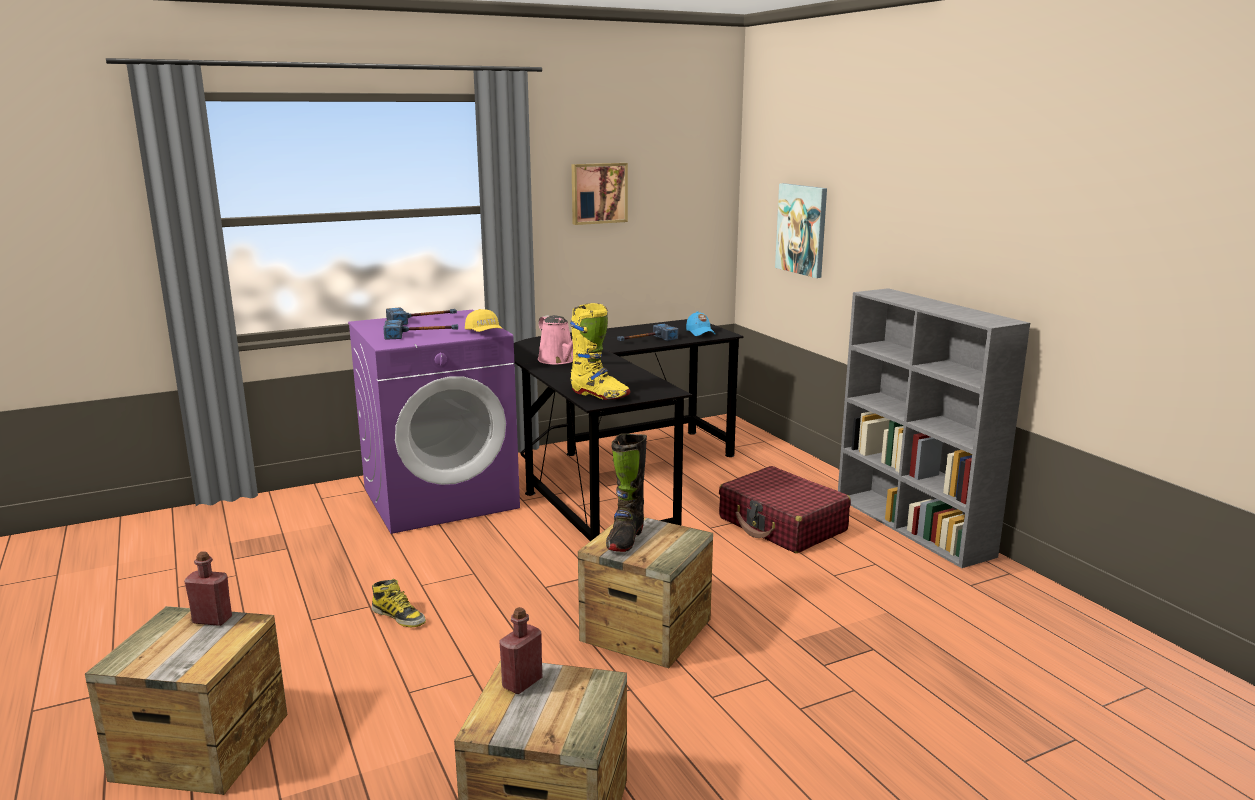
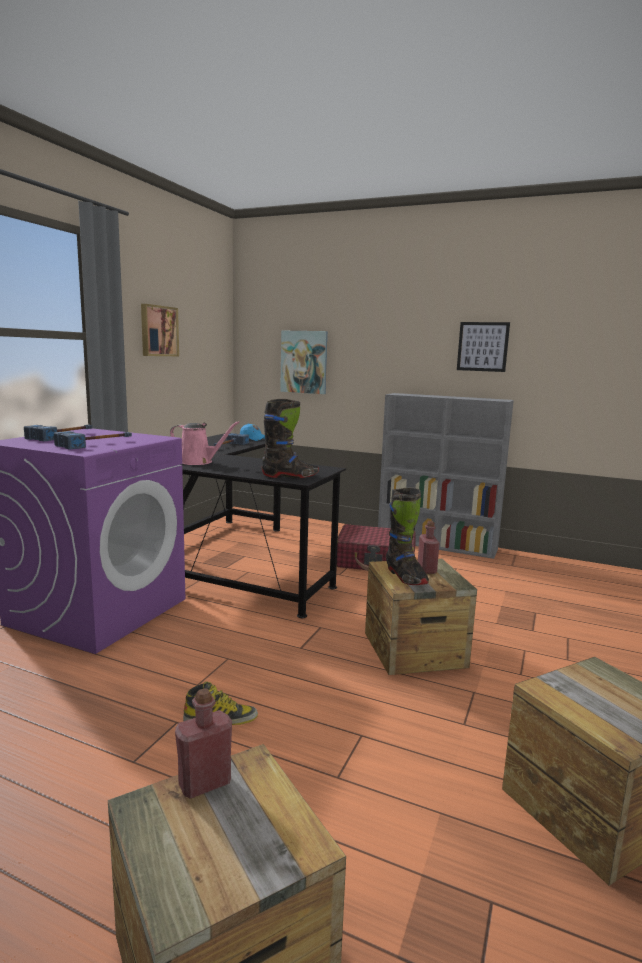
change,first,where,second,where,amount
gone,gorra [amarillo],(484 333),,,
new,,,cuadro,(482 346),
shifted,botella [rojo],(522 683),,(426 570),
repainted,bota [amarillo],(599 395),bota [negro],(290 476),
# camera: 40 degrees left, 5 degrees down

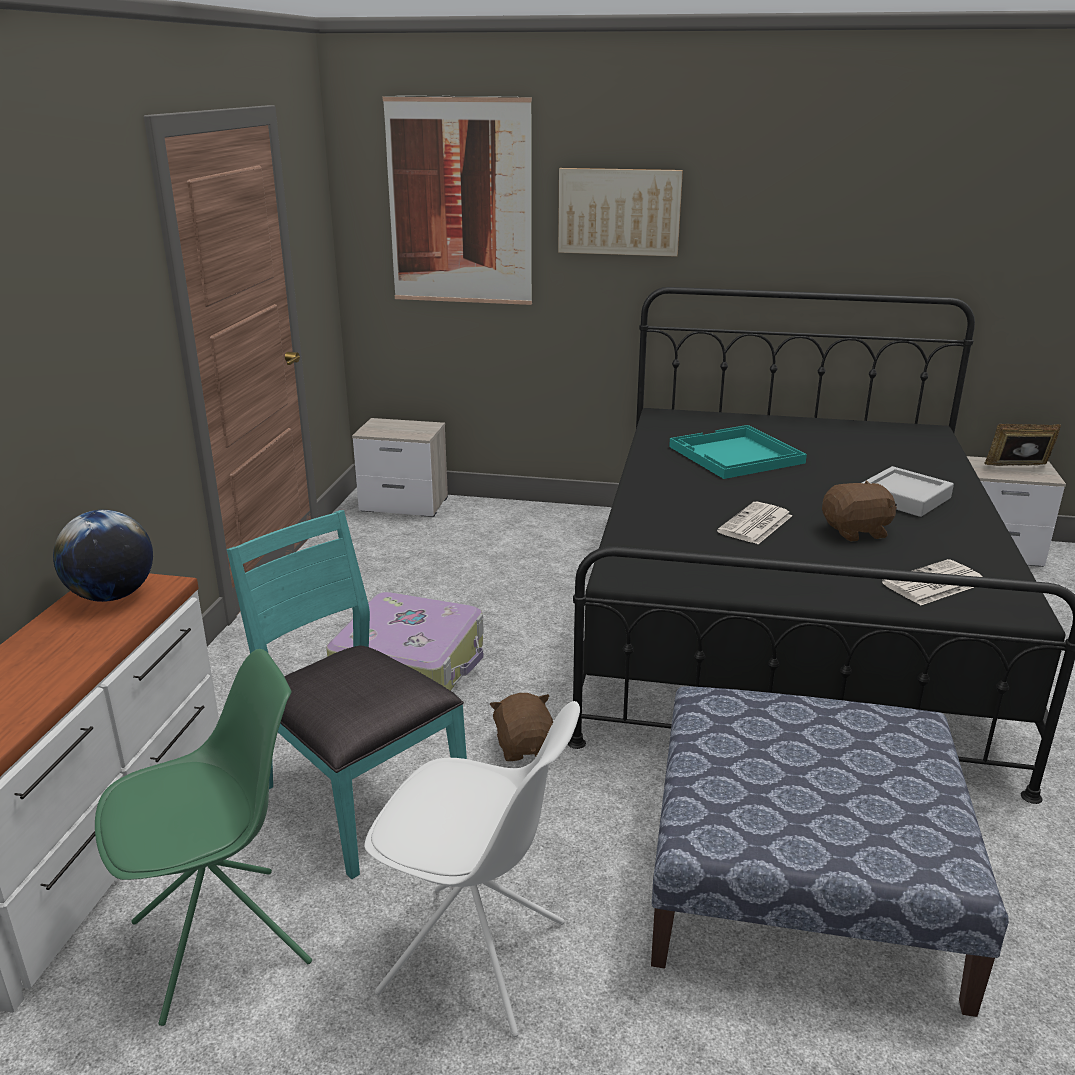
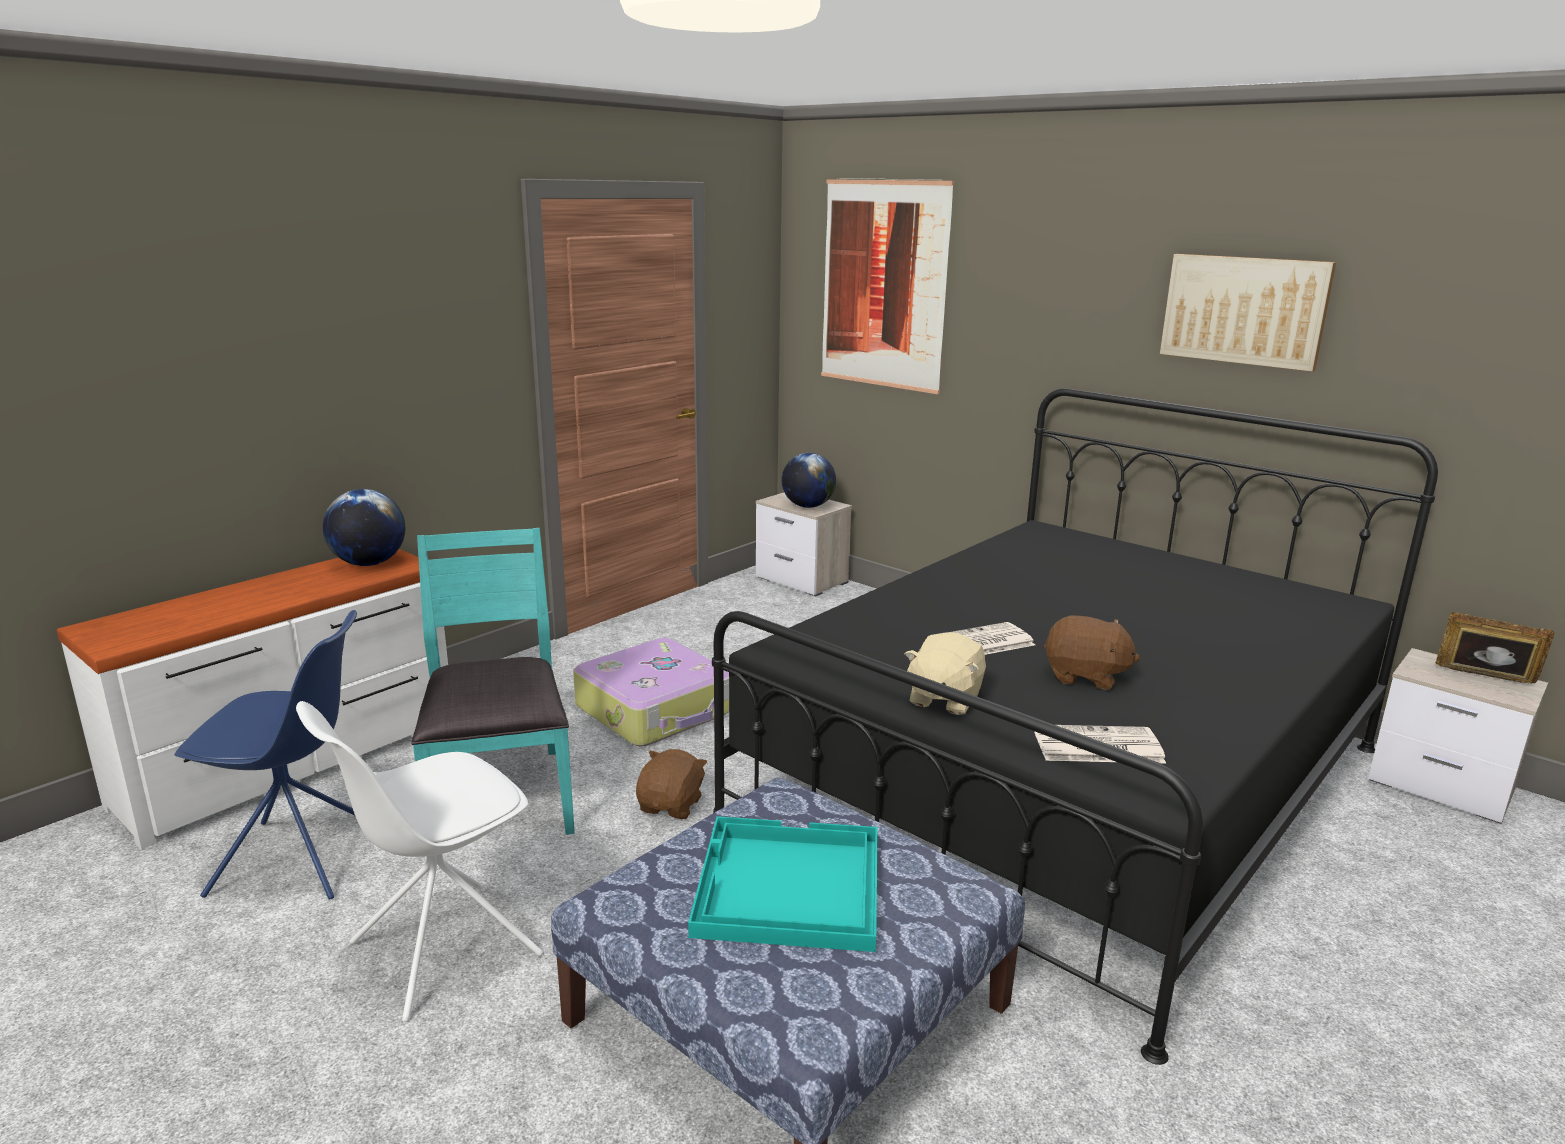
change,first,where,second,where,amount
gone,bandeja [gris],(904 498),,,
new,,,globo terráqueo,(808 506),
new,,,peluche [beis],(943 699),
shifted,cuadro,(619 211),,(1244 310),
shifted,bandeja [turquesa],(735 455),,(787 886),
repainted,silla [verde],(224 941),silla [azul],(299 860),
rotated,silla [blanco],(477 959),,(441 951),90 degrees clockwise
# camera: 30 degrees right, 5 degrees down

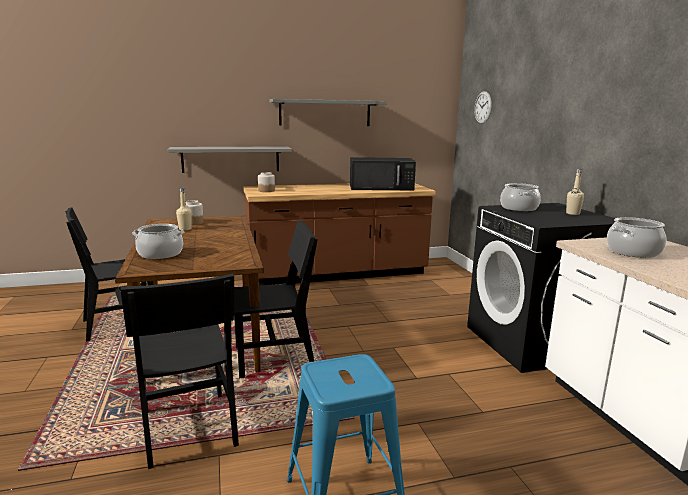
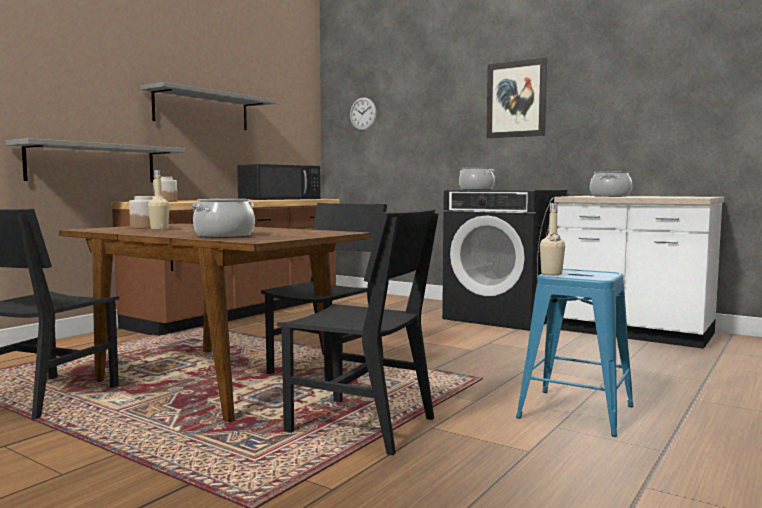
change,first,where,second,where,amount
new,,,cuadro,(516 99),
shifted,botella [beis],(572 213),,(551 274),
# camera: 40 degrees left, 10 degrees down

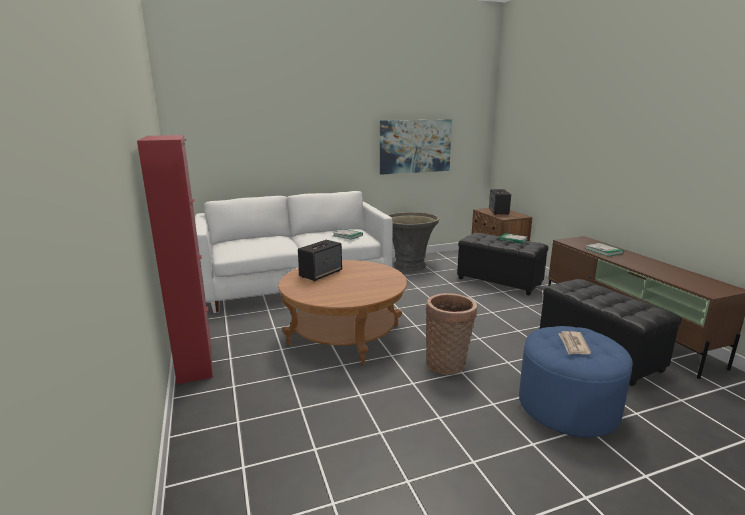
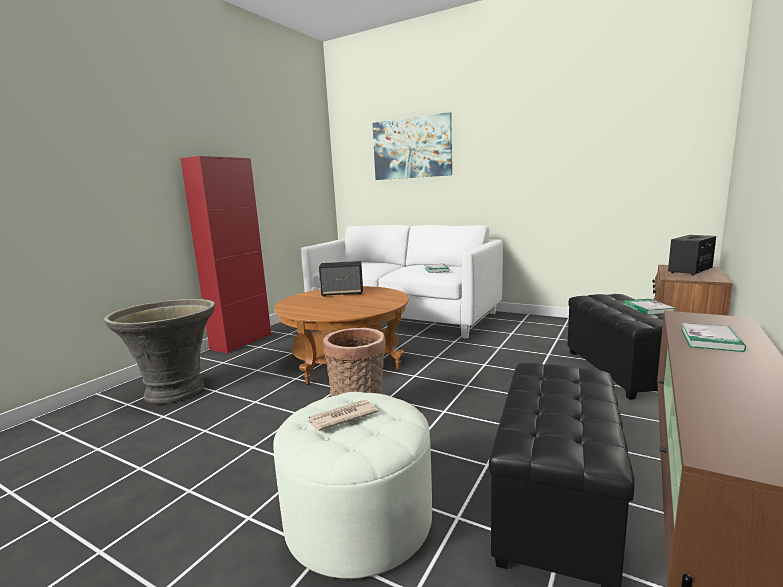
change,first,where,second,where,amount
shifted,cuadro,(415 146),,(412 148),
shifted,maceta [gris],(409 265),,(176 390),
repainted,puf [azul],(567 407),puf [blanco],(359 519),
# camera: 50 degrees right, 5 degrees down

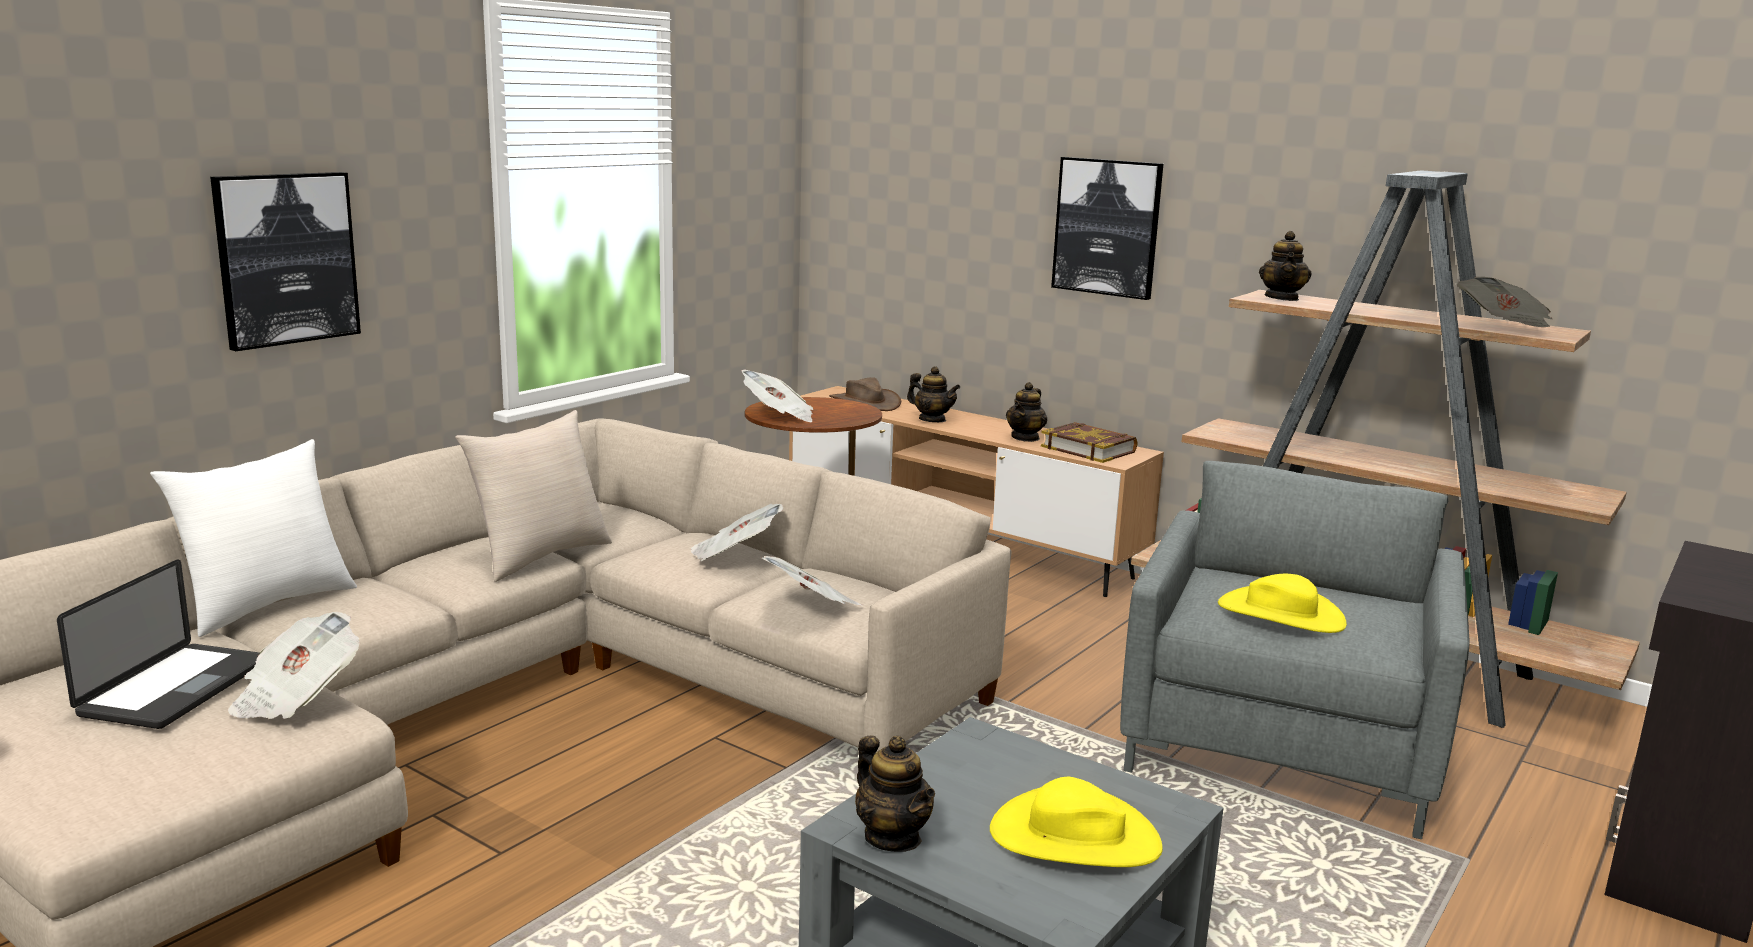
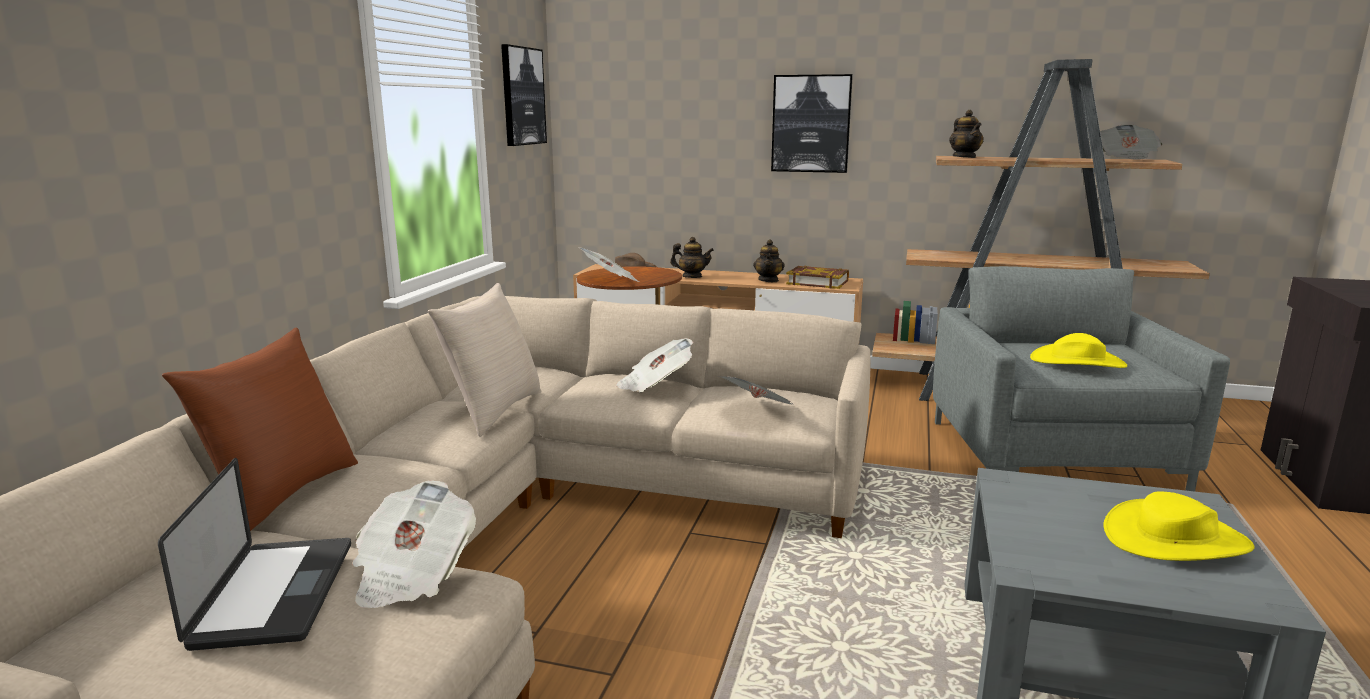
change,first,where,second,where,amount
gone,tetera,(893 837),,,
shifted,cuadro,(286 258),,(522 96),
repainted,cojín [blanco],(266 605),cojín [marrón],(282 494),
# camera: 20 degrees left, 0 degrees up

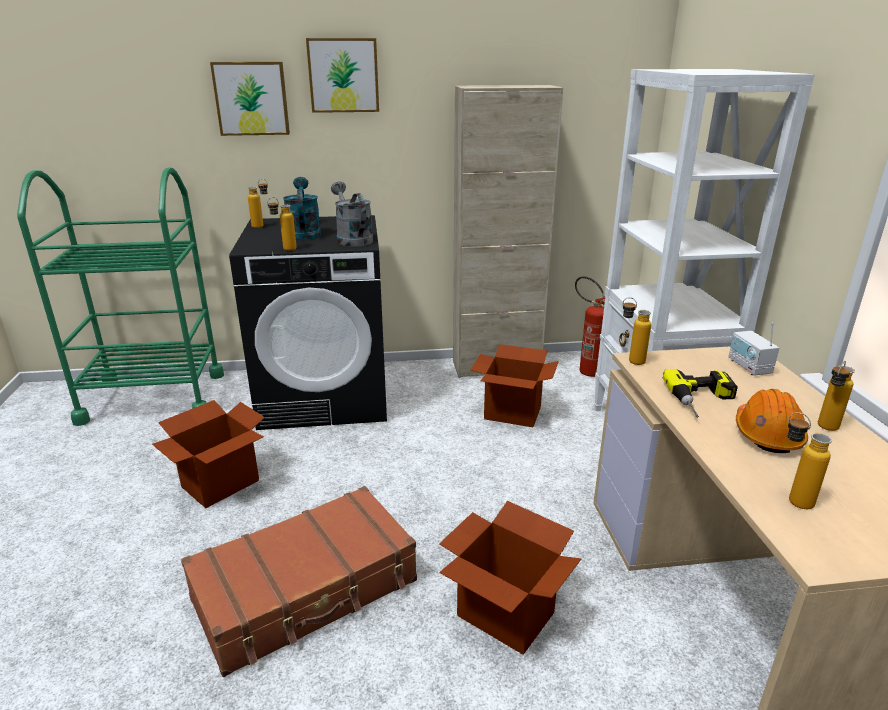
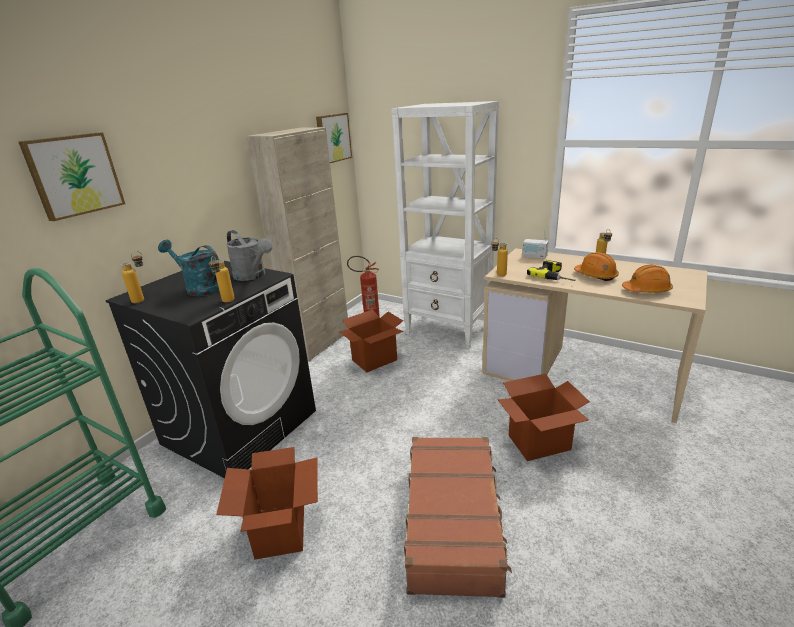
change,first,where,second,where,amount
shifted,cuadro,(343 75),,(332 138),
swapped,botella,(790 498),casco [naranja],(646 290),
rotated,regadera [gris],(352 239),,(253 276),150 degrees counterclockwise
# camera: 50 degrees left, 0 degrees up

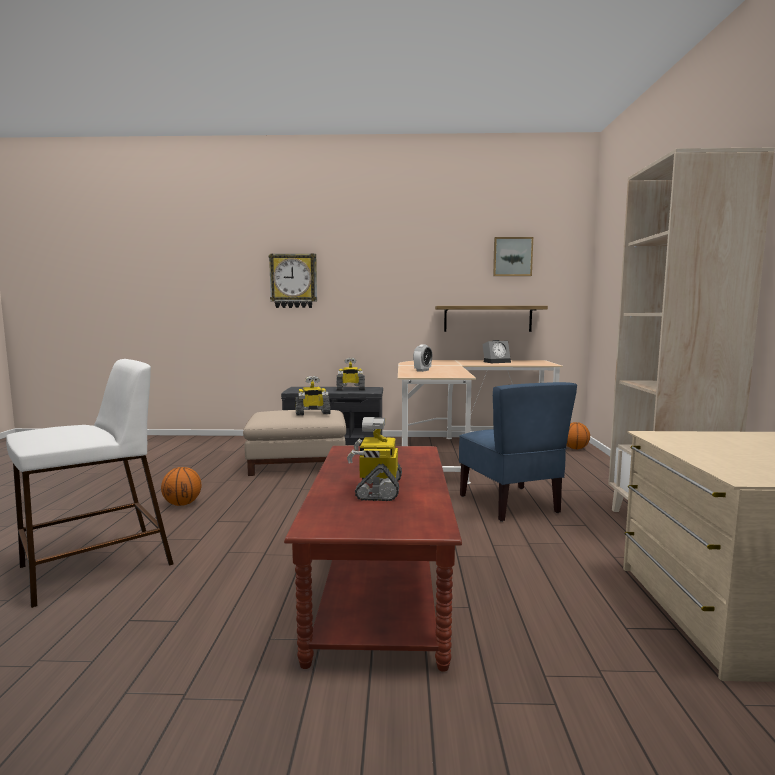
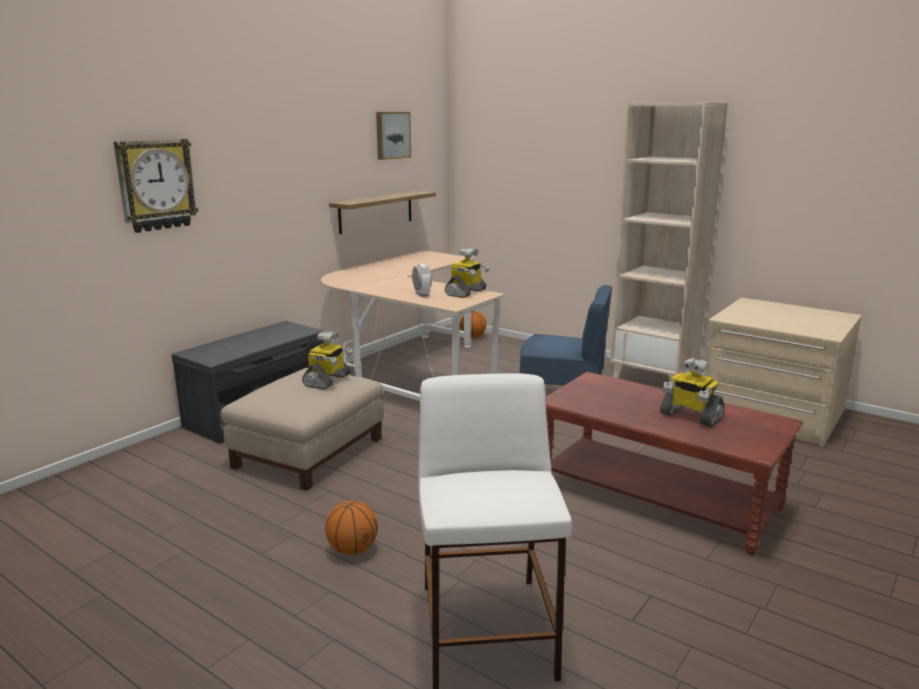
change,first,where,second,where,amount
gone,despertador,(497 362),,,
shifted,robot de juguete,(350 389),,(466 293),
# camera: 55 degrees left, 10 degrees up

